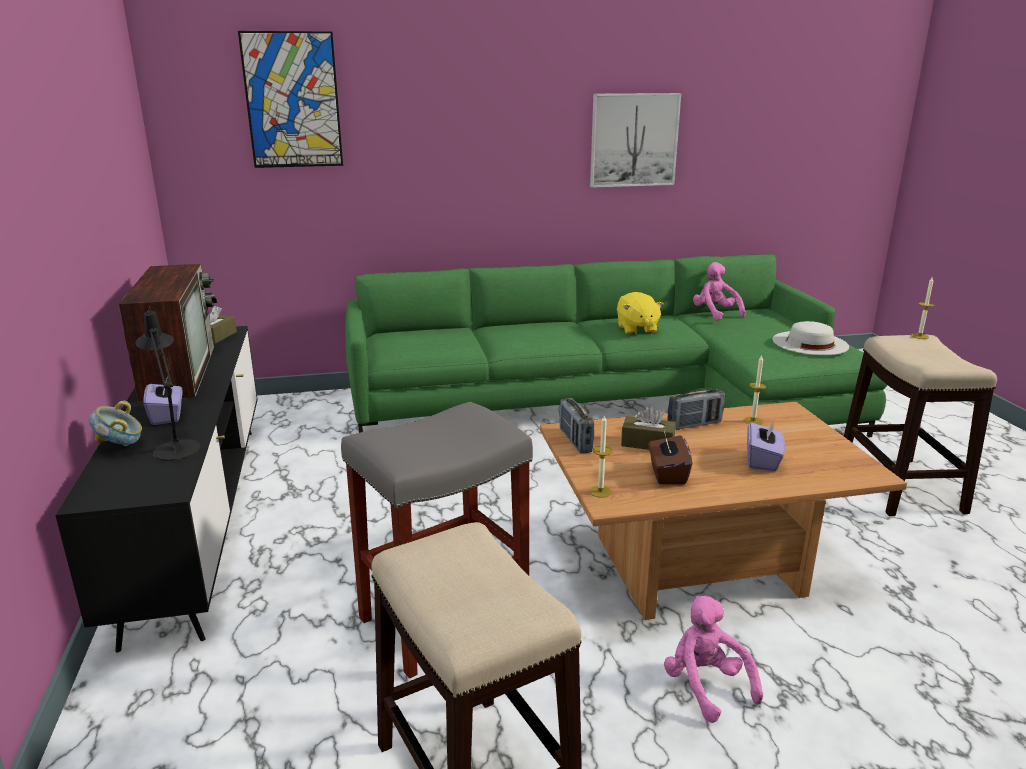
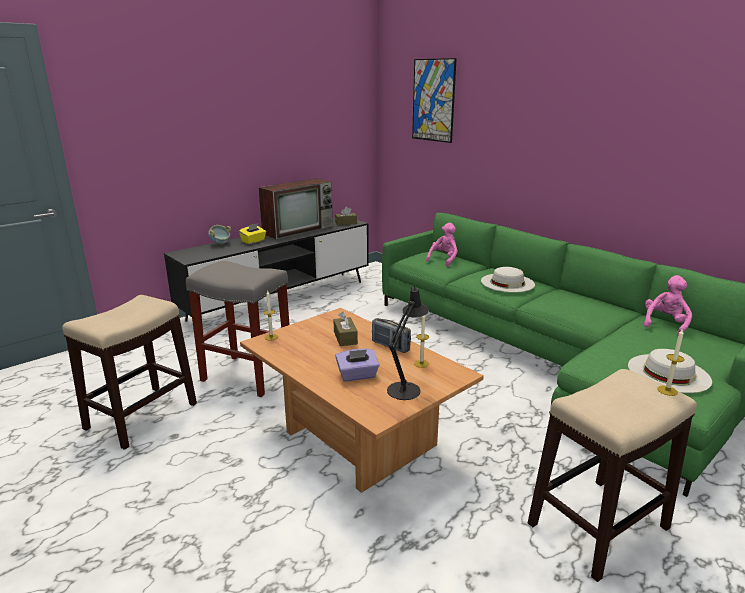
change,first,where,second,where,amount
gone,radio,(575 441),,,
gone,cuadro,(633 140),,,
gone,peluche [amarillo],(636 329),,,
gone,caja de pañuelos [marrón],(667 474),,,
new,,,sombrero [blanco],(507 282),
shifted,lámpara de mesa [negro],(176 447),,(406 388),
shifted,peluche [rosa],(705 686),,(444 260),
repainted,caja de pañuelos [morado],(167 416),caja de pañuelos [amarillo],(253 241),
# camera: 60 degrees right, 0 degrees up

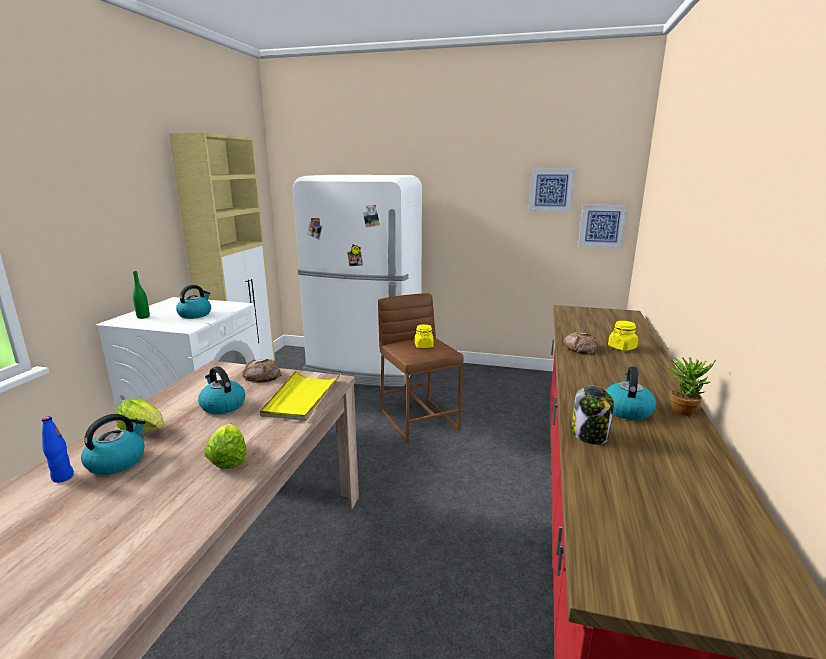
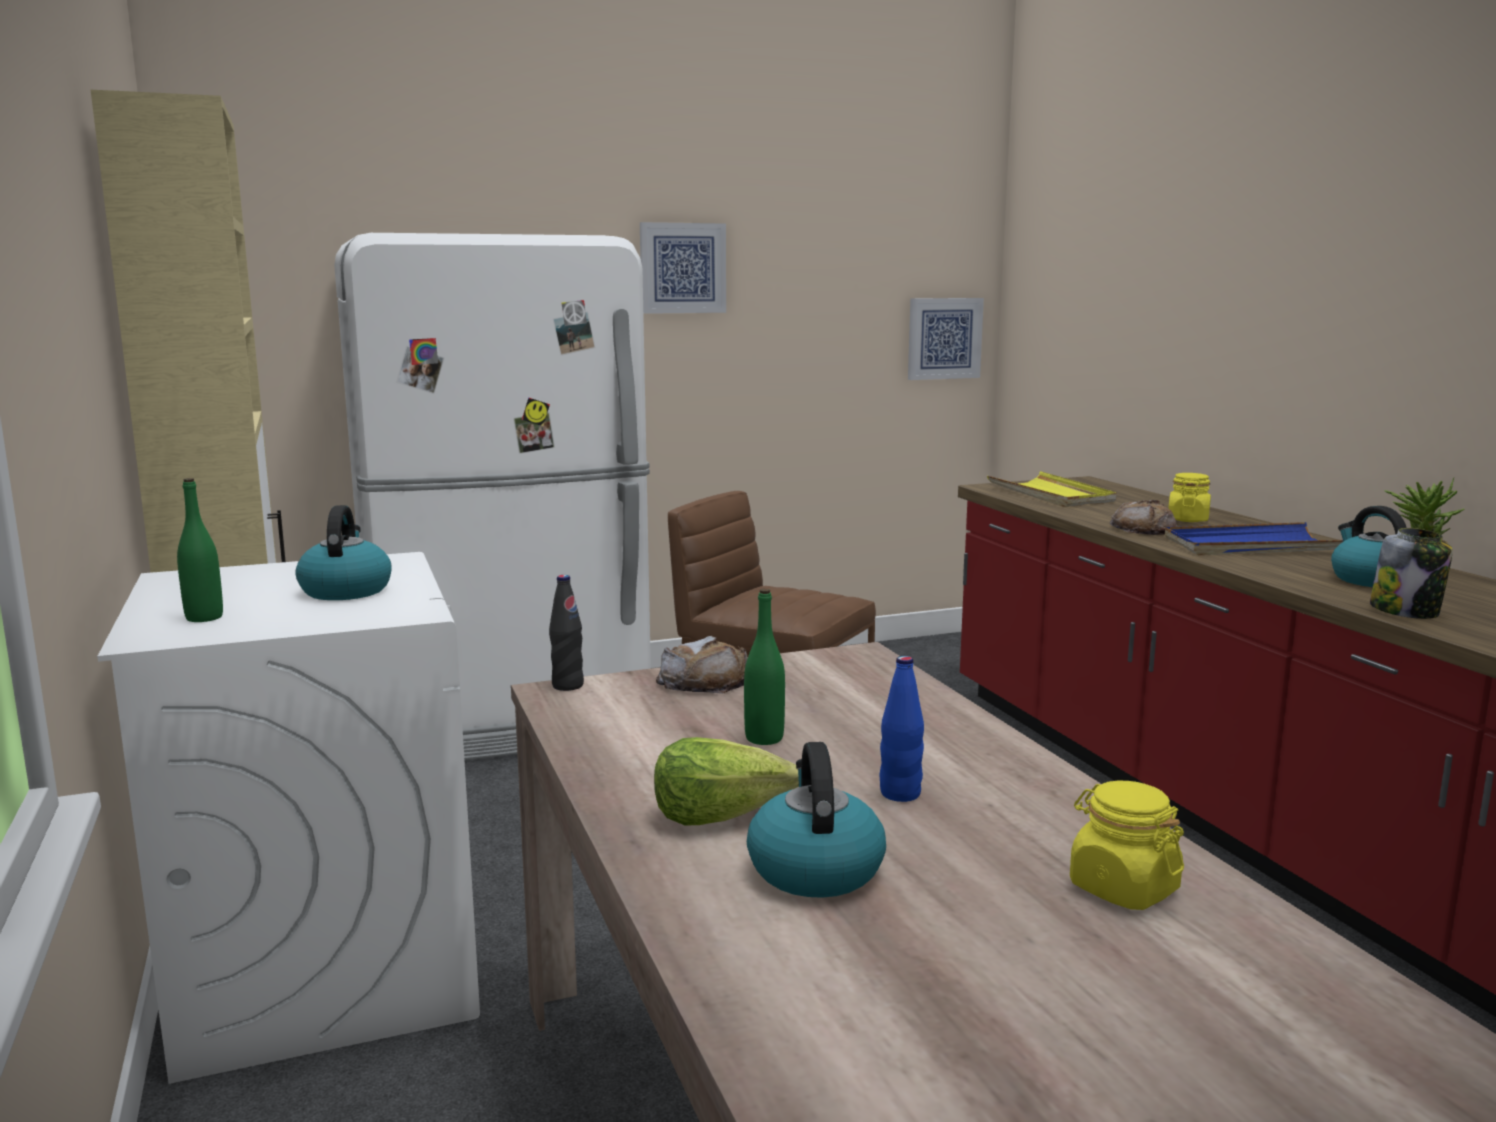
change,first,where,second,where,amount
gone,lechuga,(228 459),,,
new,,,botella [negro],(567 686),
new,,,bandeja [azul],(1251 546),
shifted,botella [azul],(63 477),,(900 794),
shifted,bandeja [amarillo],(302 398),,(1051 494),
shifted,tarro [amarillo],(423 346),,(1122 888),
shifted,cuadro,(551 190),,(682 268),
swapped,hervidor,(222 406),botella [verde],(764 738),
# camera: 35 degrees left, 5 degrees down

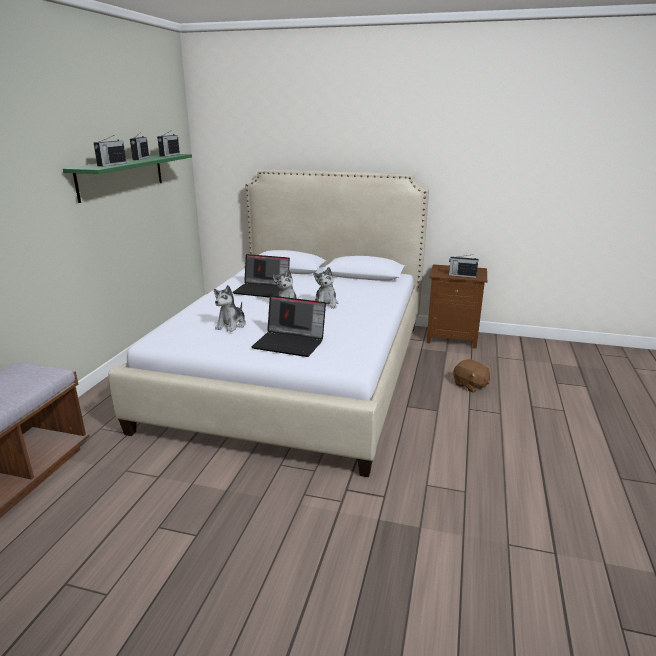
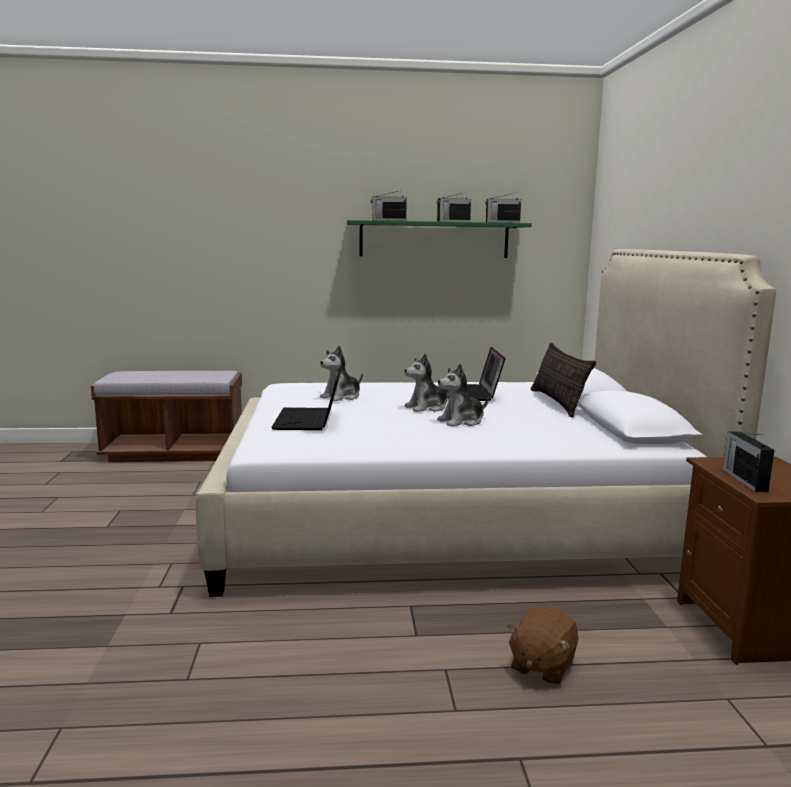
change,first,where,second,where,amount
new,,,cojín,(557 403),
rotated,peluche,(231 325),,(341 397),45 degrees counterclockwise
# camera: 70 degrees right, 10 degrees down

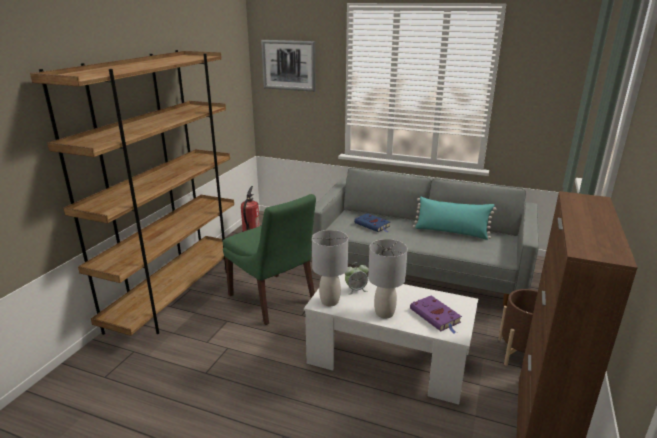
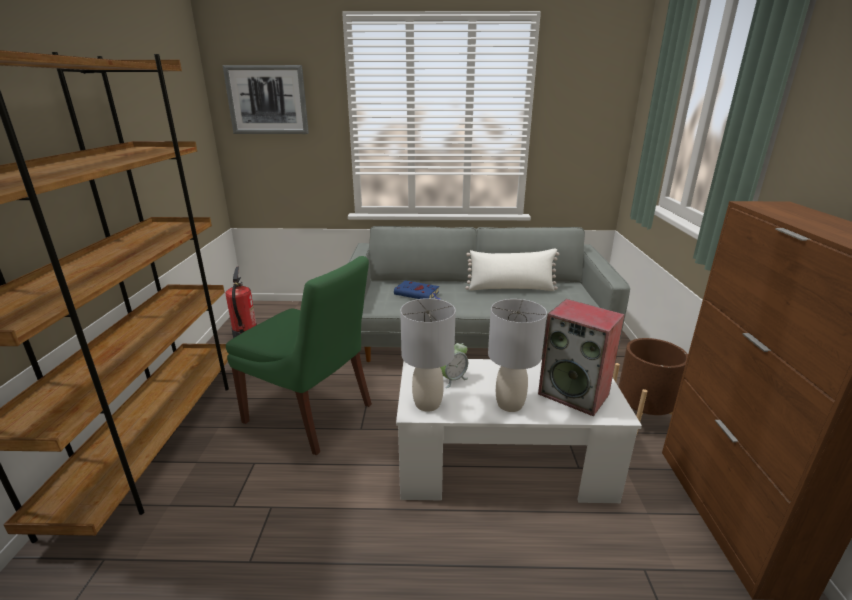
change,first,where,second,where,amount
swapped,libro [morado],(436 316),altavoz,(574 394),
repainted,cojín [turquesa],(451 232),cojín [blanco],(511 288),
# camera: 20 degrees left, 0 degrees up

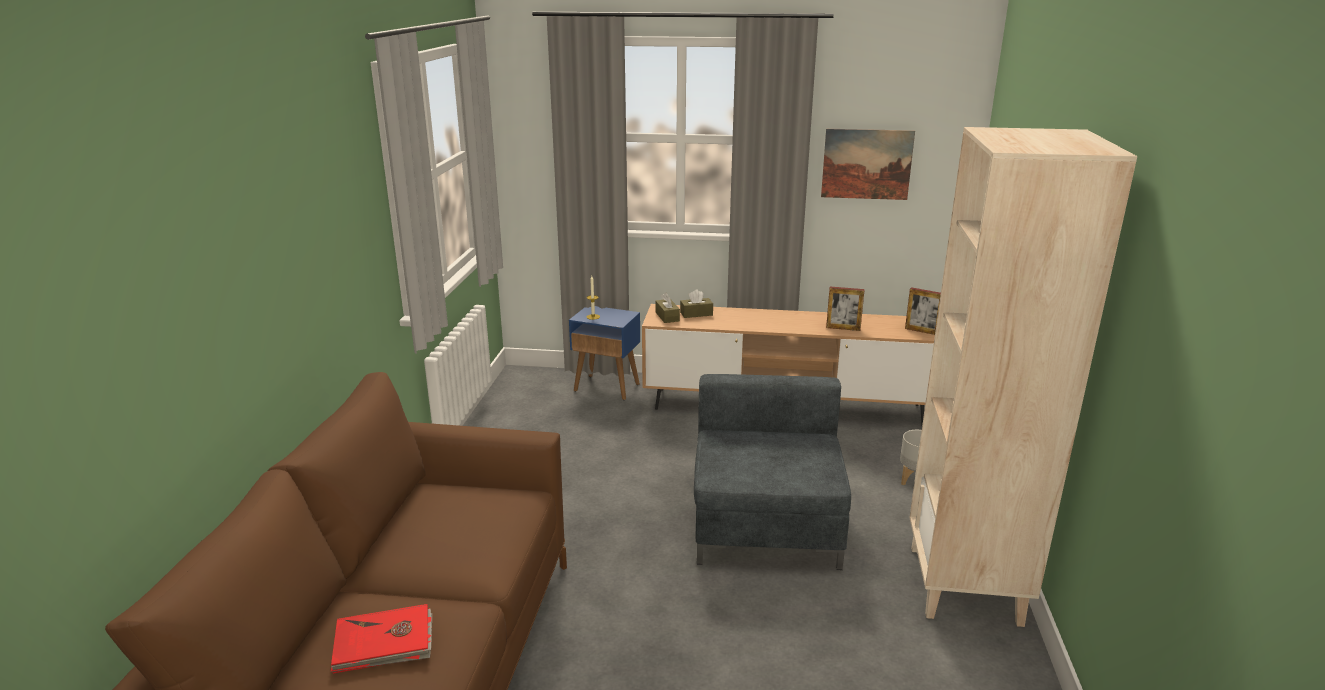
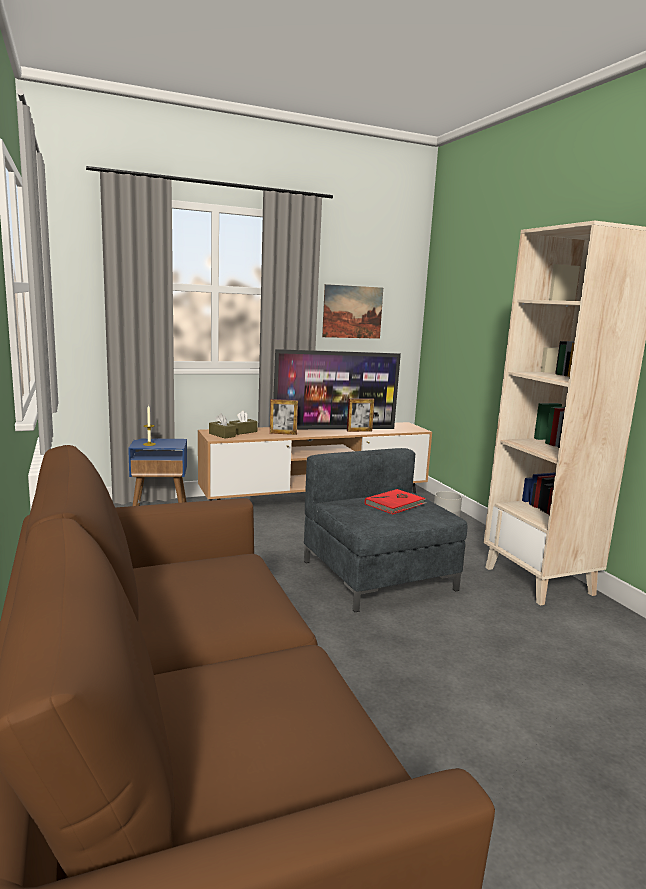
change,first,where,second,where,amount
new,,,televisor,(334 429),
shifted,libro [rojo],(384 643),,(396 504),
shifted,portarretratos,(922 331),,(283 433),
# camera: 30 degrees left, 10 degrees down

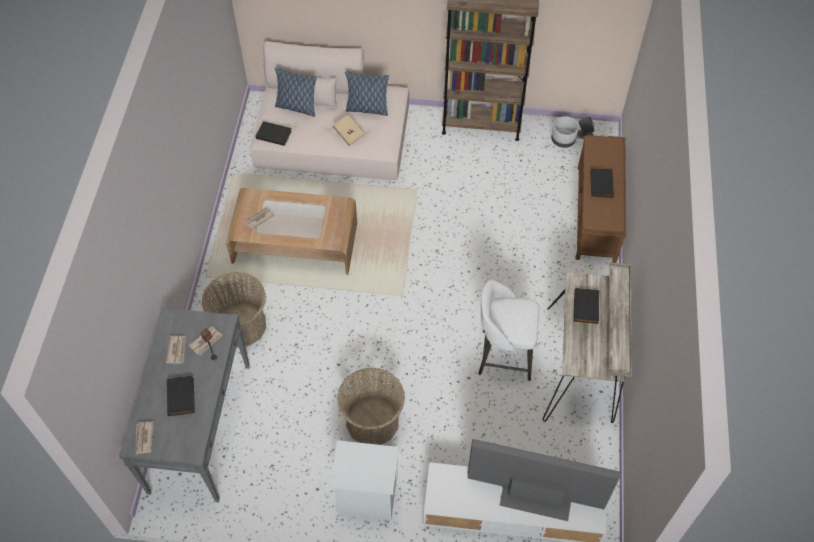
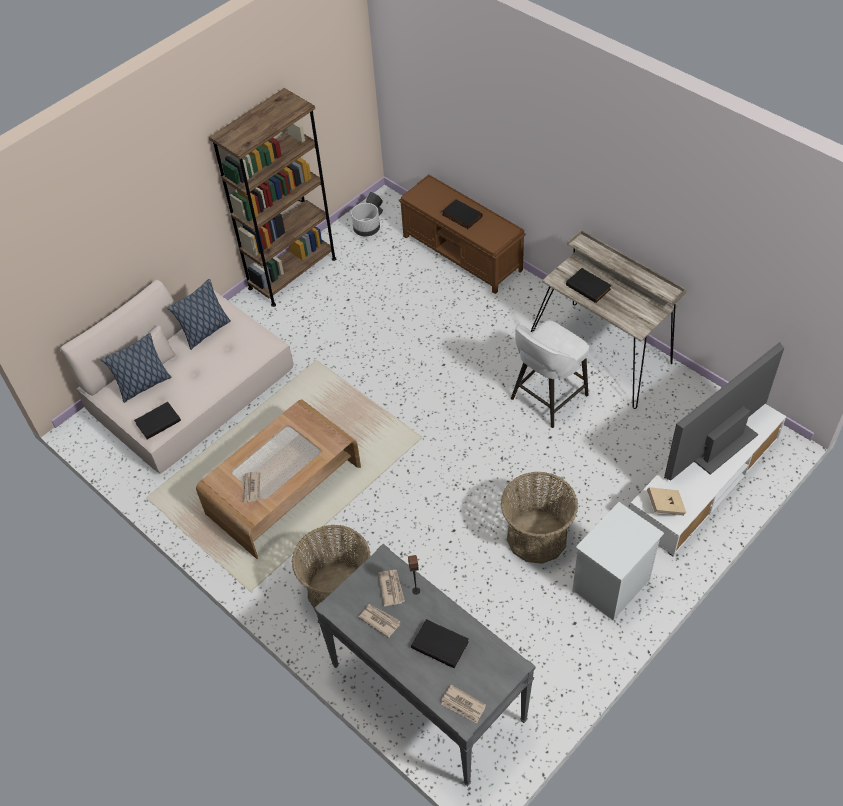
change,first,where,second,where,amount
shifted,libro [beis],(349 134),,(665 506),
# camera: 50 degrees left, 5 degrees down

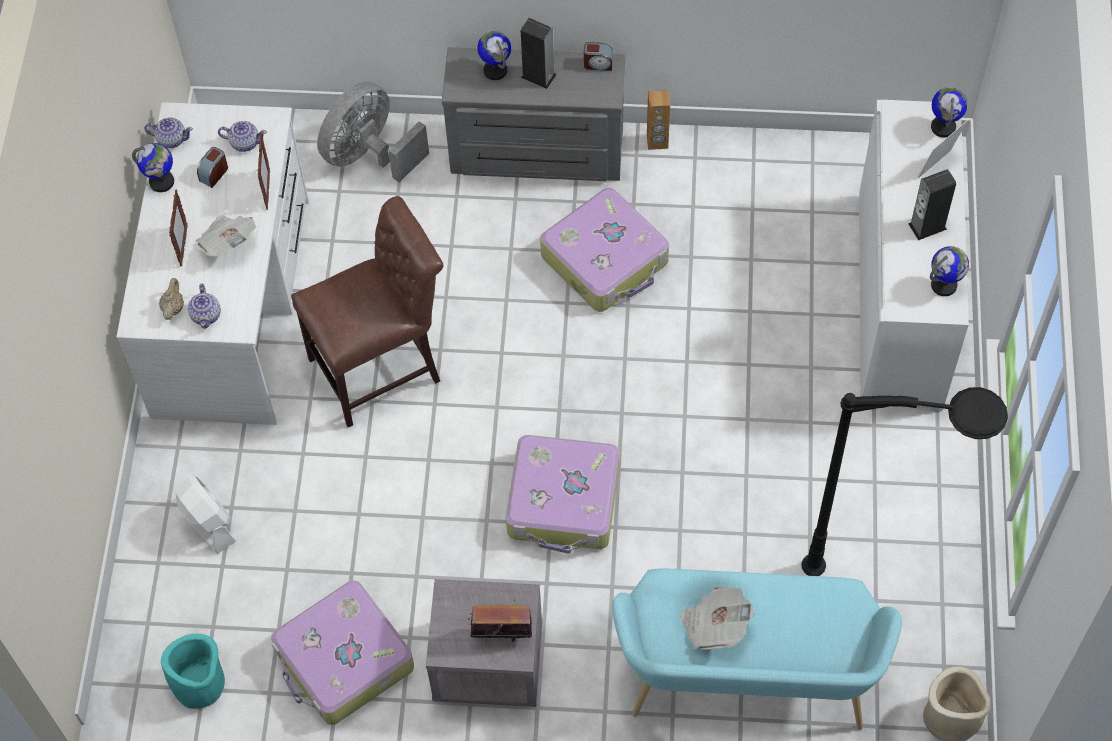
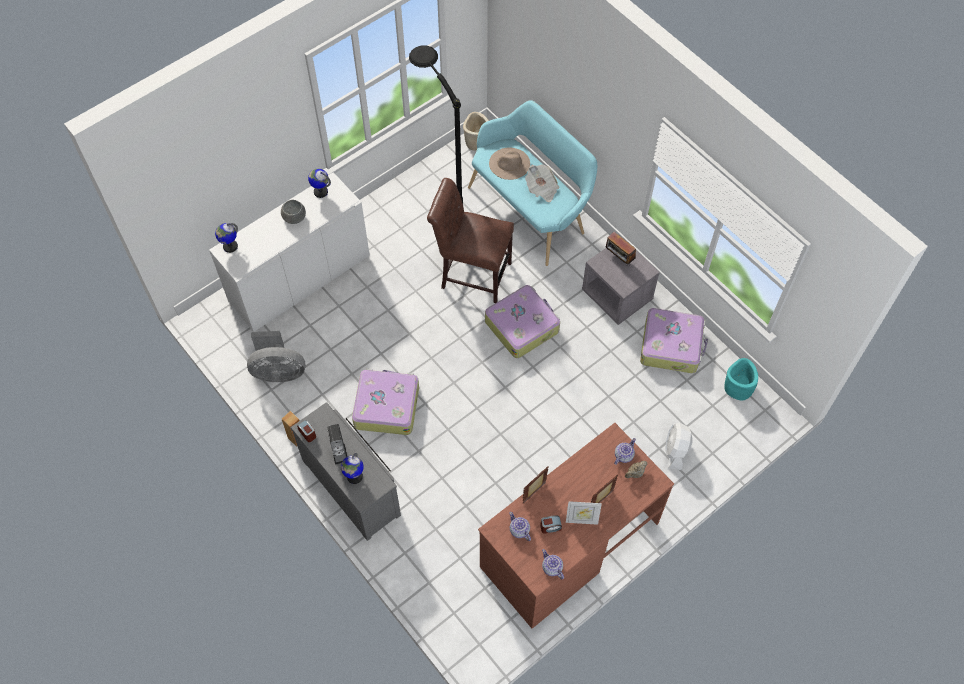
change,first,where,second,where,amount
gone,globo terráqueo,(162 182),,,
gone,periódico,(228 242),,,
new,,,sombrero [beis],(509 163),
shifted,silla [marrón],(382 367),,(472 274),
shifted,ventilador [gris],(369 155),,(278 371),
shifted,portarretratos,(938 167),,(581 520),
swapped,altavoz,(927 226),cuenco [gris],(294 217),
repainted,escritorio [blanco],(233 306),escritorio [marrón],(569 544),
# camera: 135 degrees left, 0 degrees up

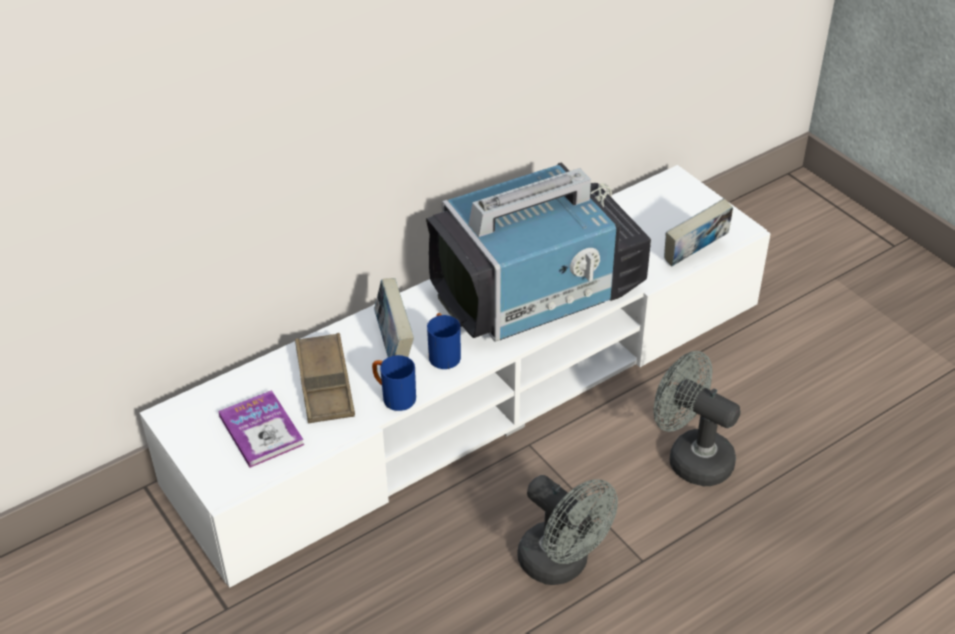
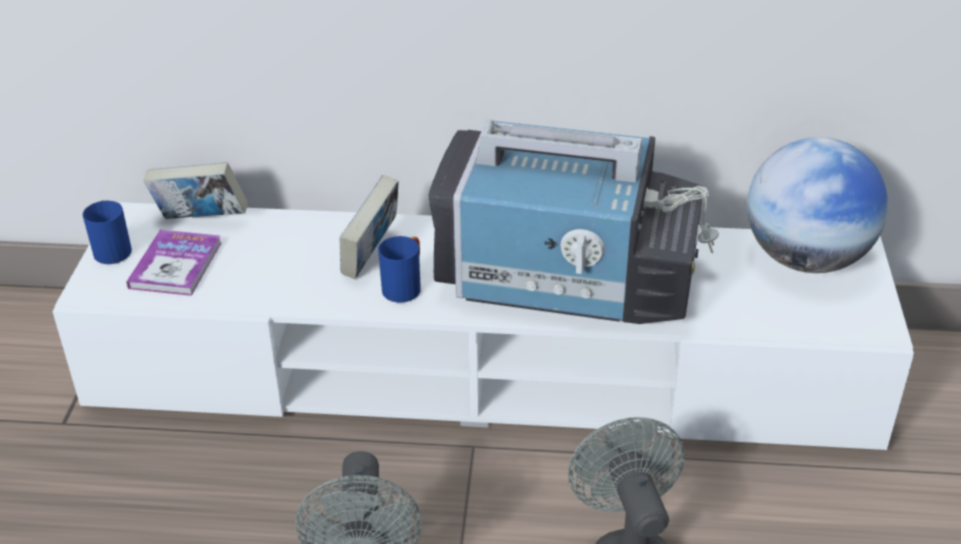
change,first,where,second,where,amount
gone,bandeja [marrón],(325 384),,,
new,,,globo terráqueo,(805 259),
shifted,taza grande [azul],(393 396),,(112 249),
shifted,libro,(694 255),,(201 221),
# camera: 40 degrees right, 5 degrees down

